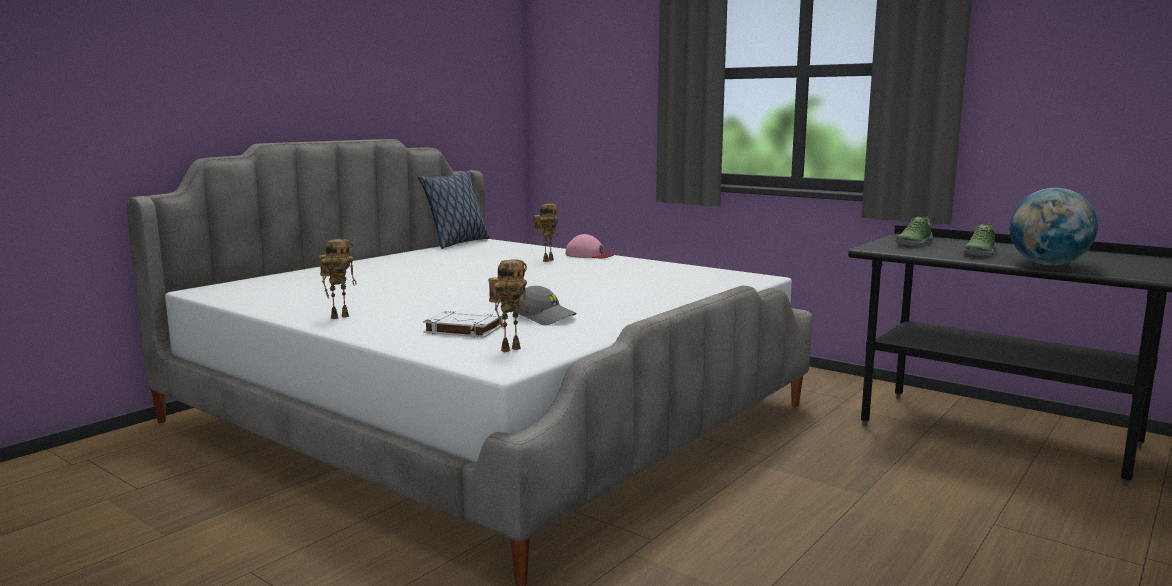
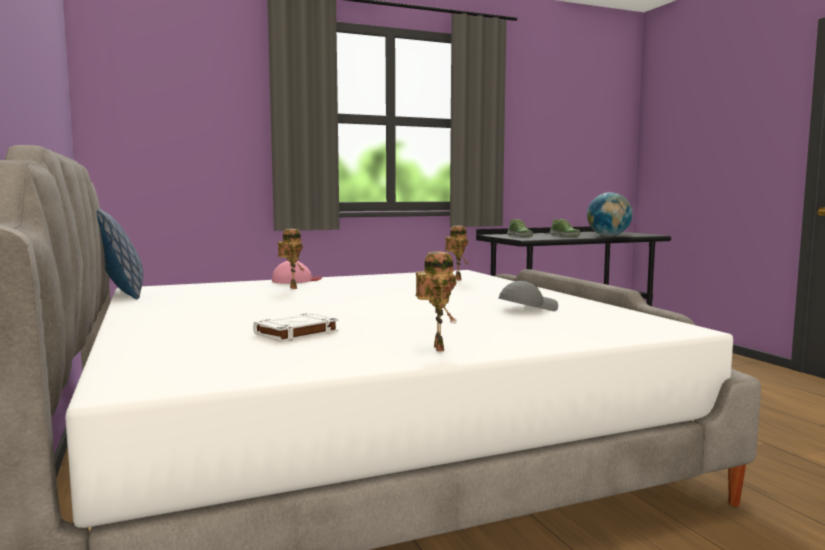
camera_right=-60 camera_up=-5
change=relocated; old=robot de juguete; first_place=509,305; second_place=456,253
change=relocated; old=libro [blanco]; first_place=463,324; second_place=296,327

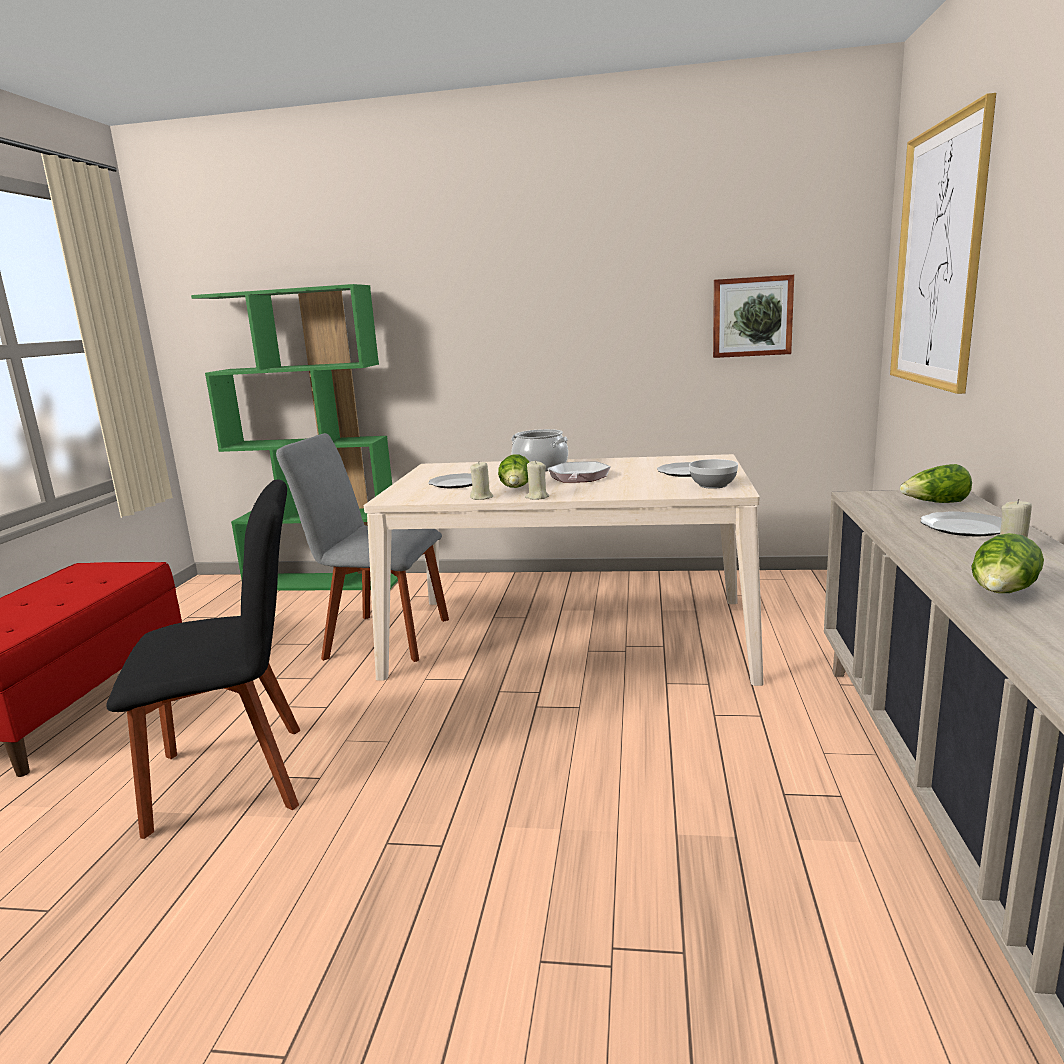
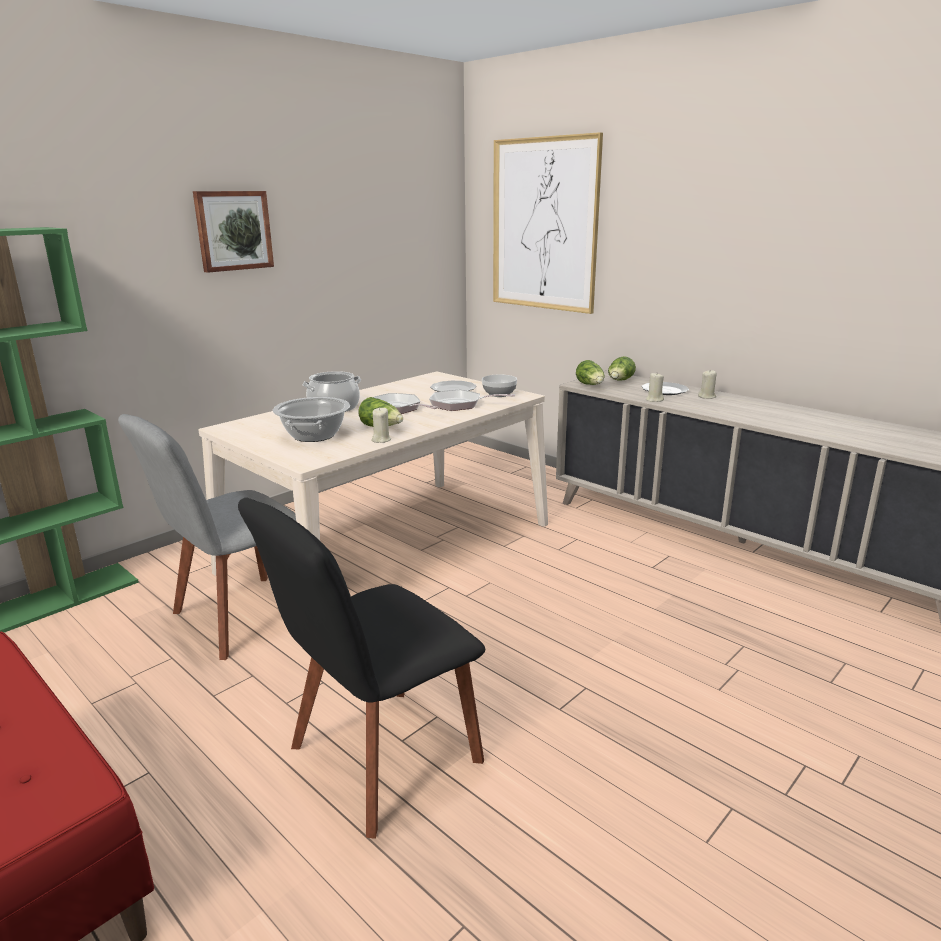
camera_right=-55 camera_up=5
change=relocated; old=cuadro; first_place=753,316; second_place=233,232
change=relocated; old=vela [beis]; first_place=537,480; second_place=655,387
change=exchanged; old=plato; new=olla; first_place=450,480; second_place=311,419
change=spun; old=silla [negro]; first_place=203,659; second_place=361,668; degrees=-150
change=relocated; old=lechuga; first_place=1008,563; second_place=590,372
change=appeared; new=sartén; second_place=472,400

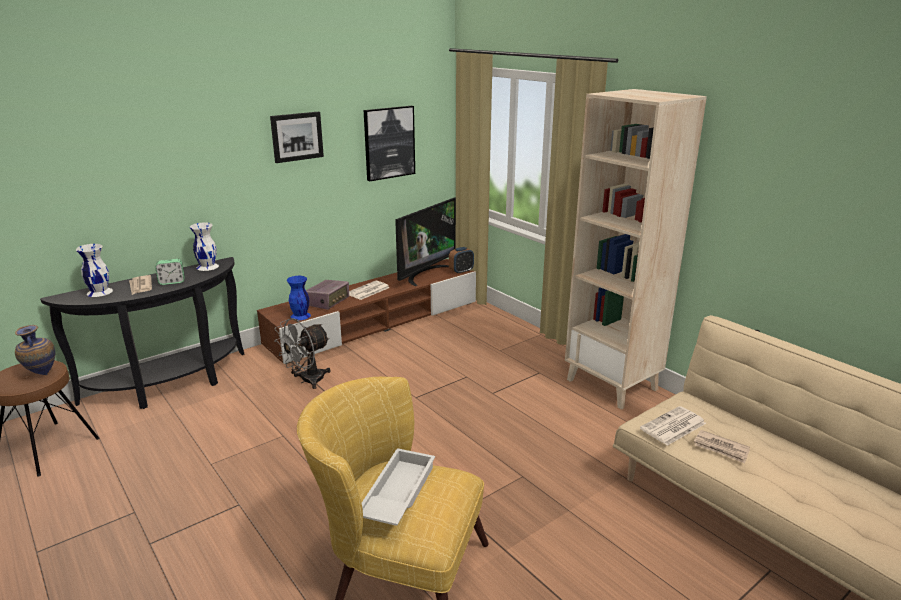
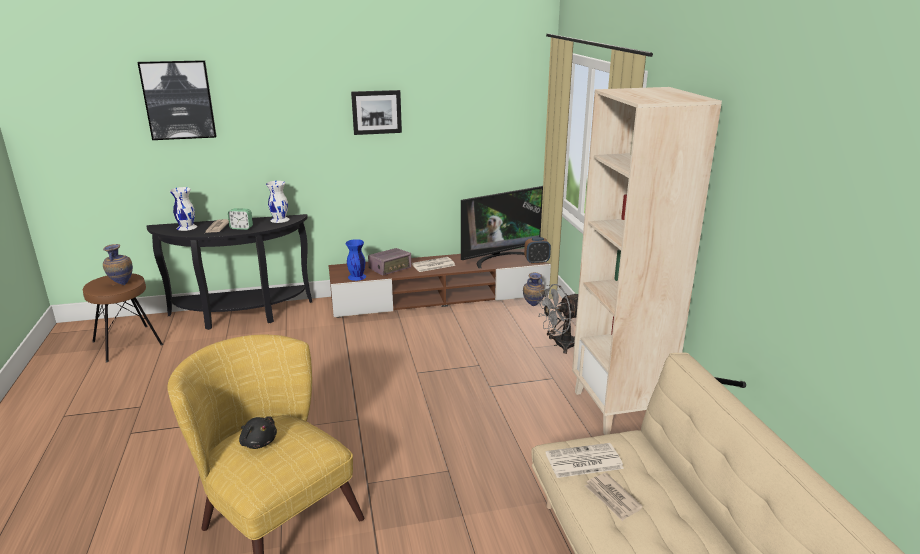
camera_right=25 camera_up=0
change=relocated; old=cuadro; first_place=389,144; second_place=177,100
change=relocated; old=ventilador [gris]; first_place=302,353; second_place=557,319
change=exchanged; old=bandeja [blanco]; new=peluche [negro]; first_place=398,487; second_place=258,432
change=appeared; new=florero; second_place=534,289

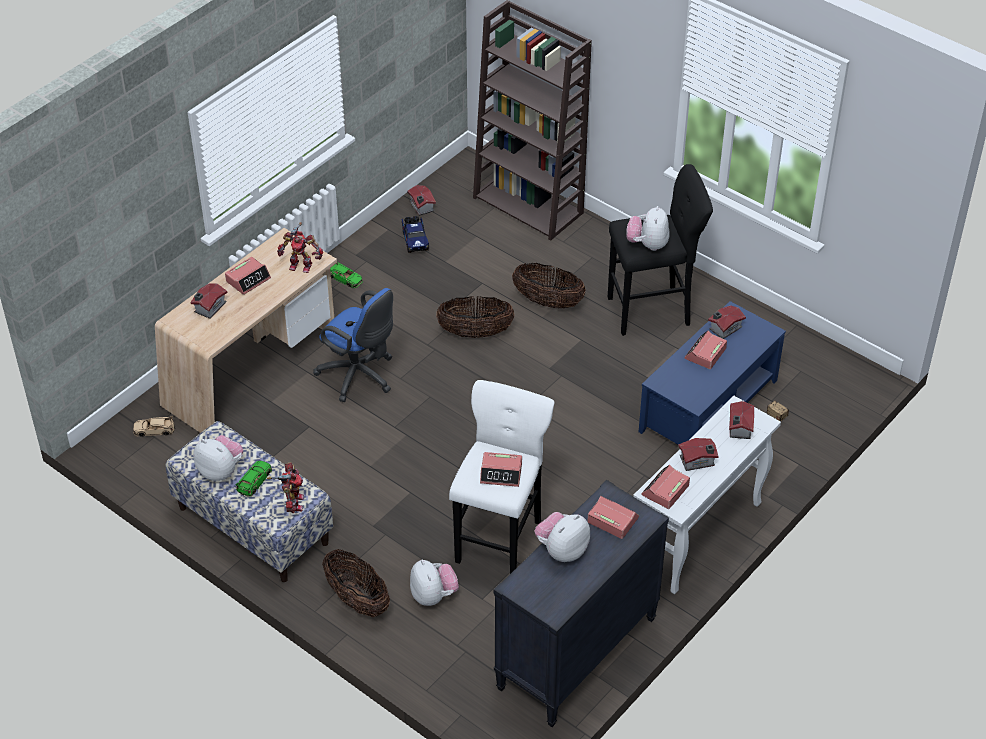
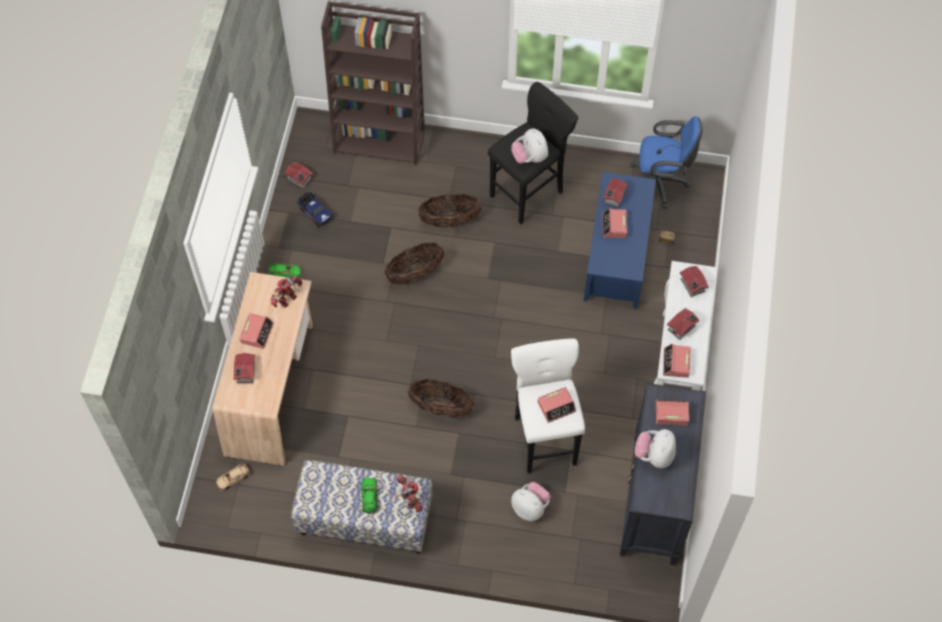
camera_right=-30 camera_up=15
change=spun; old=robot de juguete; first_place=300,247; second_place=286,292; degrees=150
change=relocated; old=silla de oficina [azul]; first_place=353,345; second_place=666,162
change=missing; old=peluche; first_place=218,458
change=relocated; old=cesta; first_place=356,583; second_place=441,398

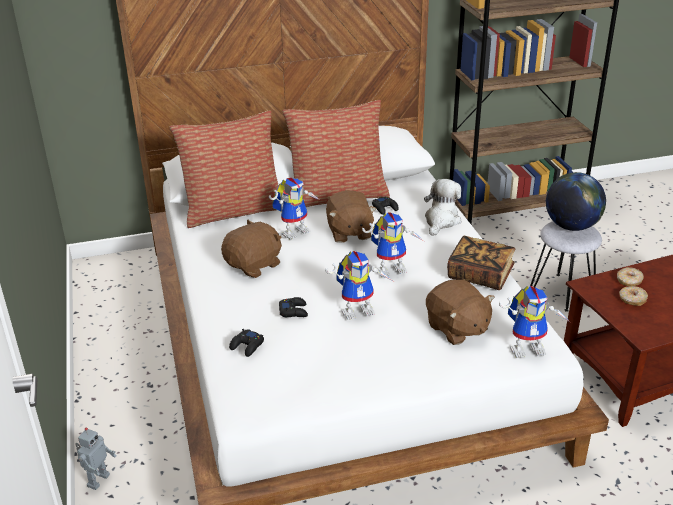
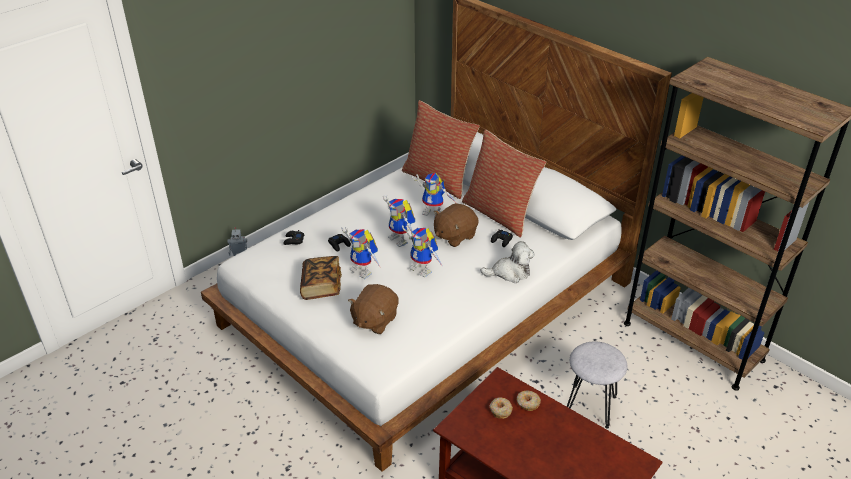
camera_right=60 camera_up=5
change=missing; old=globo terráqueo; first_place=576,201
change=missing; old=peluche [marrón]; first_place=251,248
change=relocated; old=libro; first_place=481,263; second_place=321,278
change=relocated; old=robot de juguete; first_place=534,322; second_place=399,221

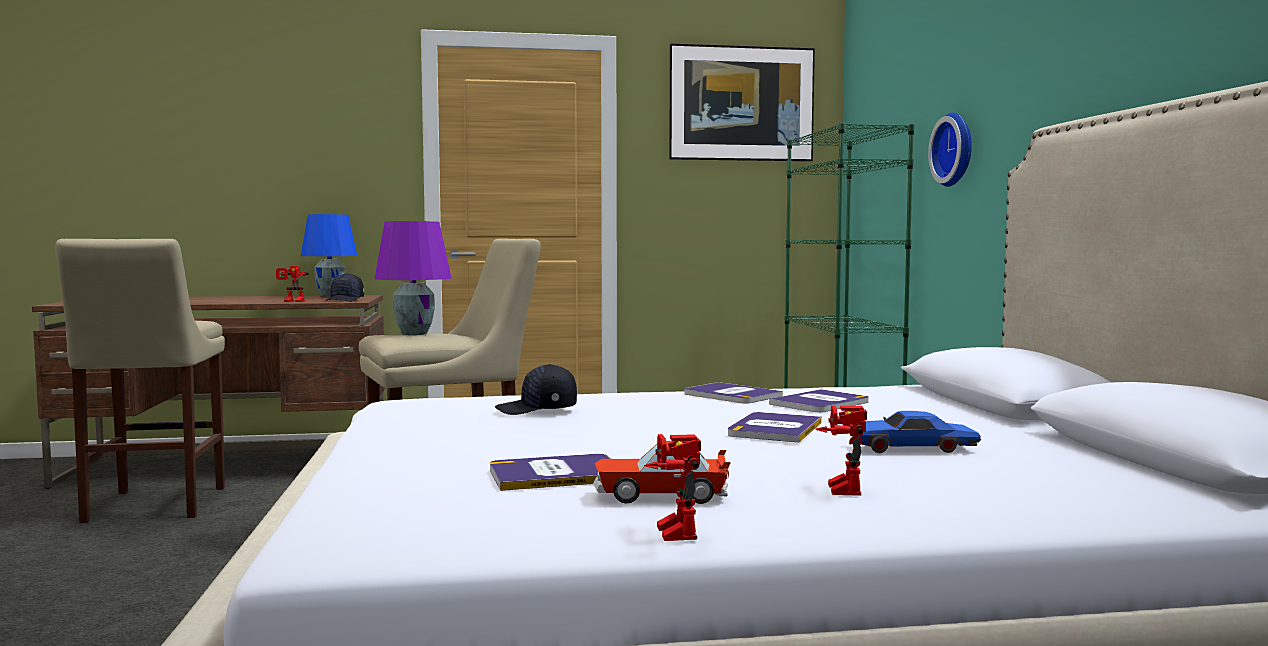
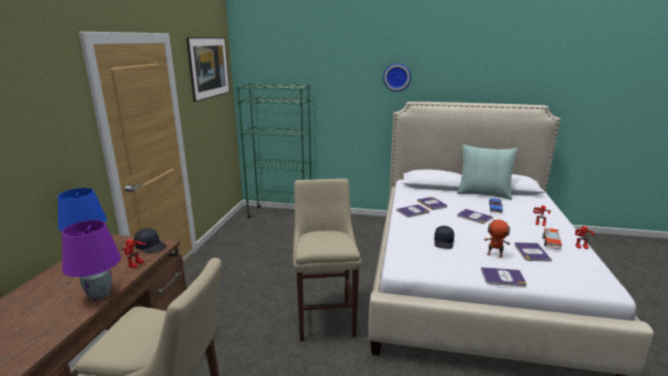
camera_right=-70 camera_up=15
change=relocated; old=reloj de pared; first_place=950,150; second_place=397,77
change=relocated; old=lámpara de mesa [morado]; first_place=413,278; second_place=91,260
change=appeared; new=cojín; second_place=487,172
change=appeared; new=robot de juguete; second_place=497,237
change=appeared; new=libro; second_place=504,277

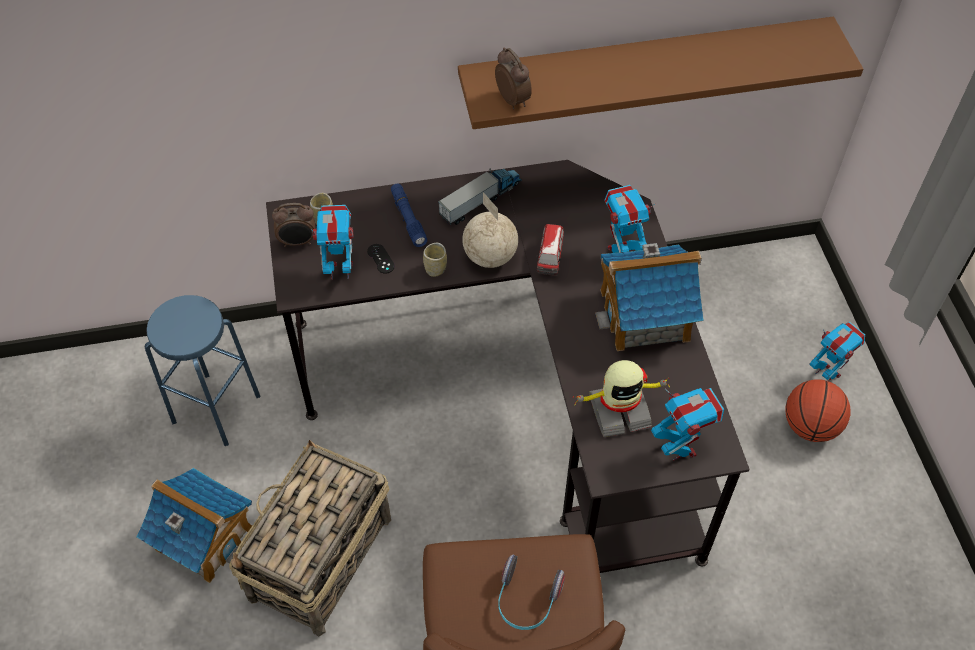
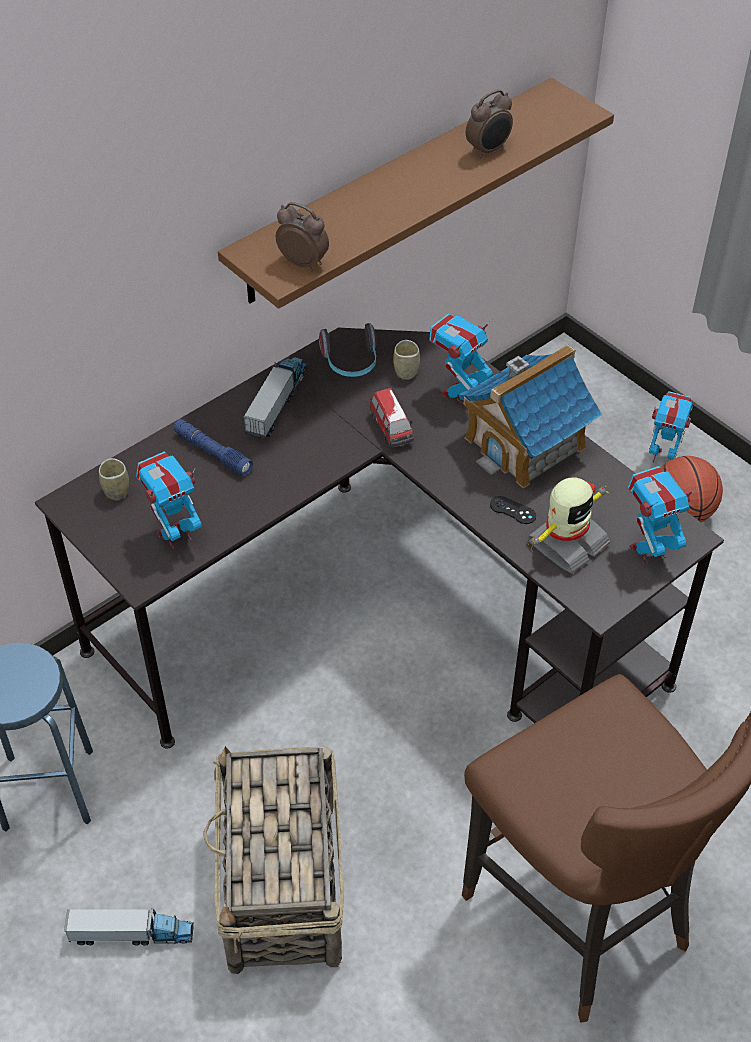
camera_right=-30 camera_up=-5
change=missing; old=globo terráqueo; first_place=490,230
change=relocated; old=despertador; first_place=293,225; second_place=489,123
change=relocated; old=taza; first_place=435,260; second_place=406,360
change=relocated; old=mando de consola [negro]; first_place=381,259; second_place=513,510
change=spun; old=robot de juguete; first_place=687,424; second_place=663,515; degrees=-60
change=exchanged; old=casita; new=camión de juguete; first_place=194,525; second_place=129,926
change=relocated; old=auriculares; first_place=531,592; second_place=348,350

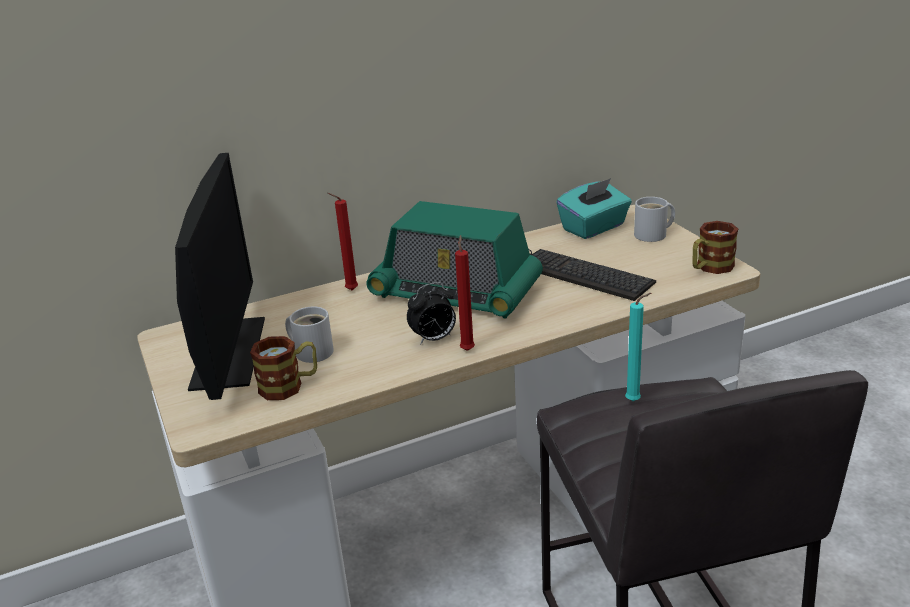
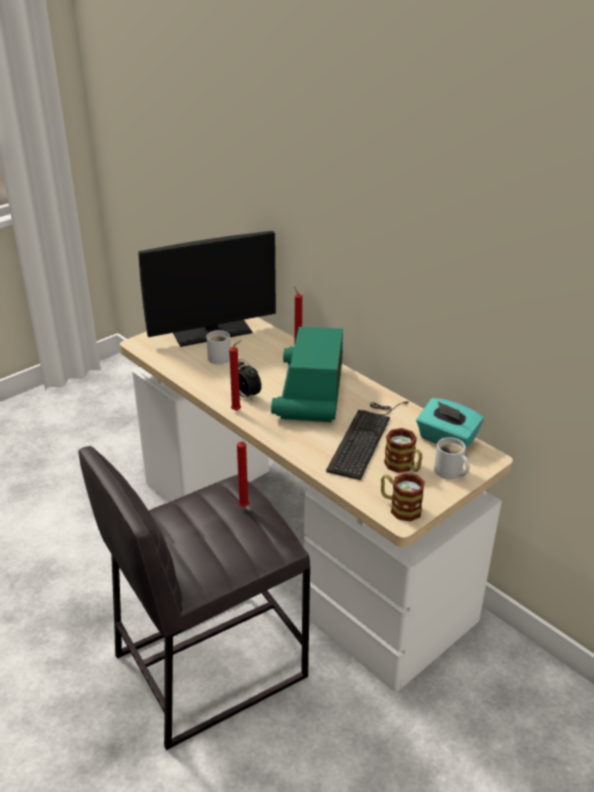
camera_right=70 camera_up=5
change=colour; old=vela [turquesa]; new=vela [rojo]; first_place=638,347; second_place=243,474
change=relocated; old=taza grande; first_place=283,368; second_place=403,450

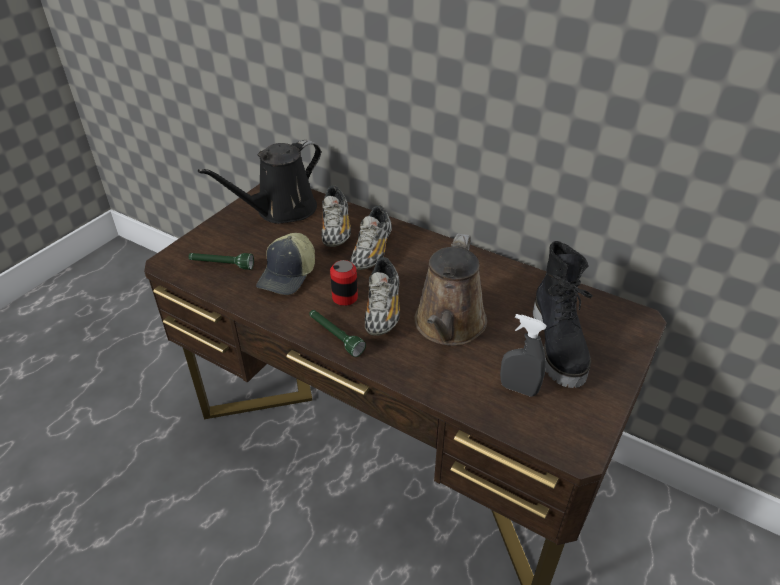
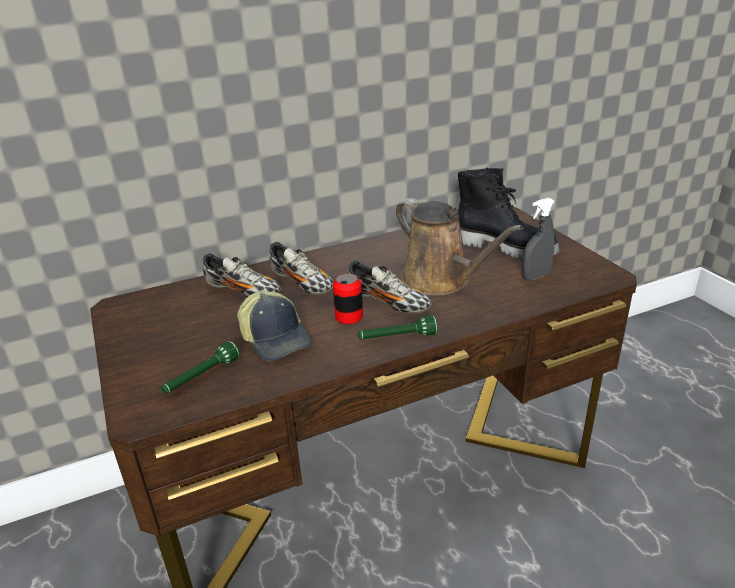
camera_right=-55 camera_up=-10
change=missing; old=regadera [negro]; first_place=259,182

